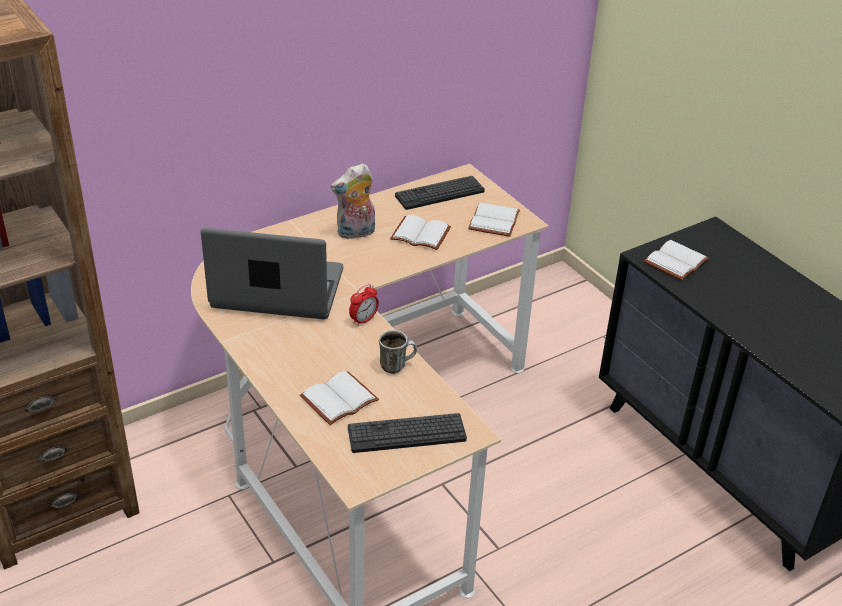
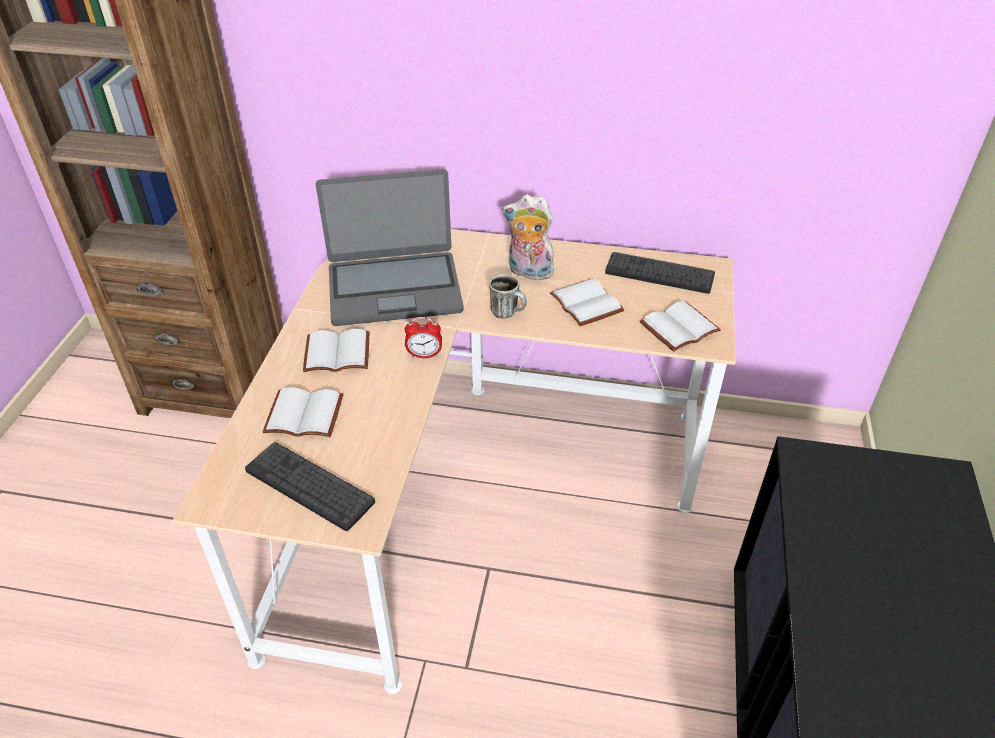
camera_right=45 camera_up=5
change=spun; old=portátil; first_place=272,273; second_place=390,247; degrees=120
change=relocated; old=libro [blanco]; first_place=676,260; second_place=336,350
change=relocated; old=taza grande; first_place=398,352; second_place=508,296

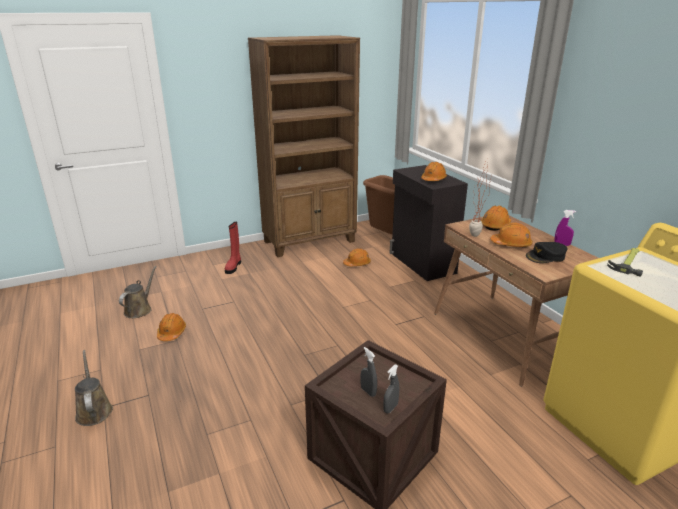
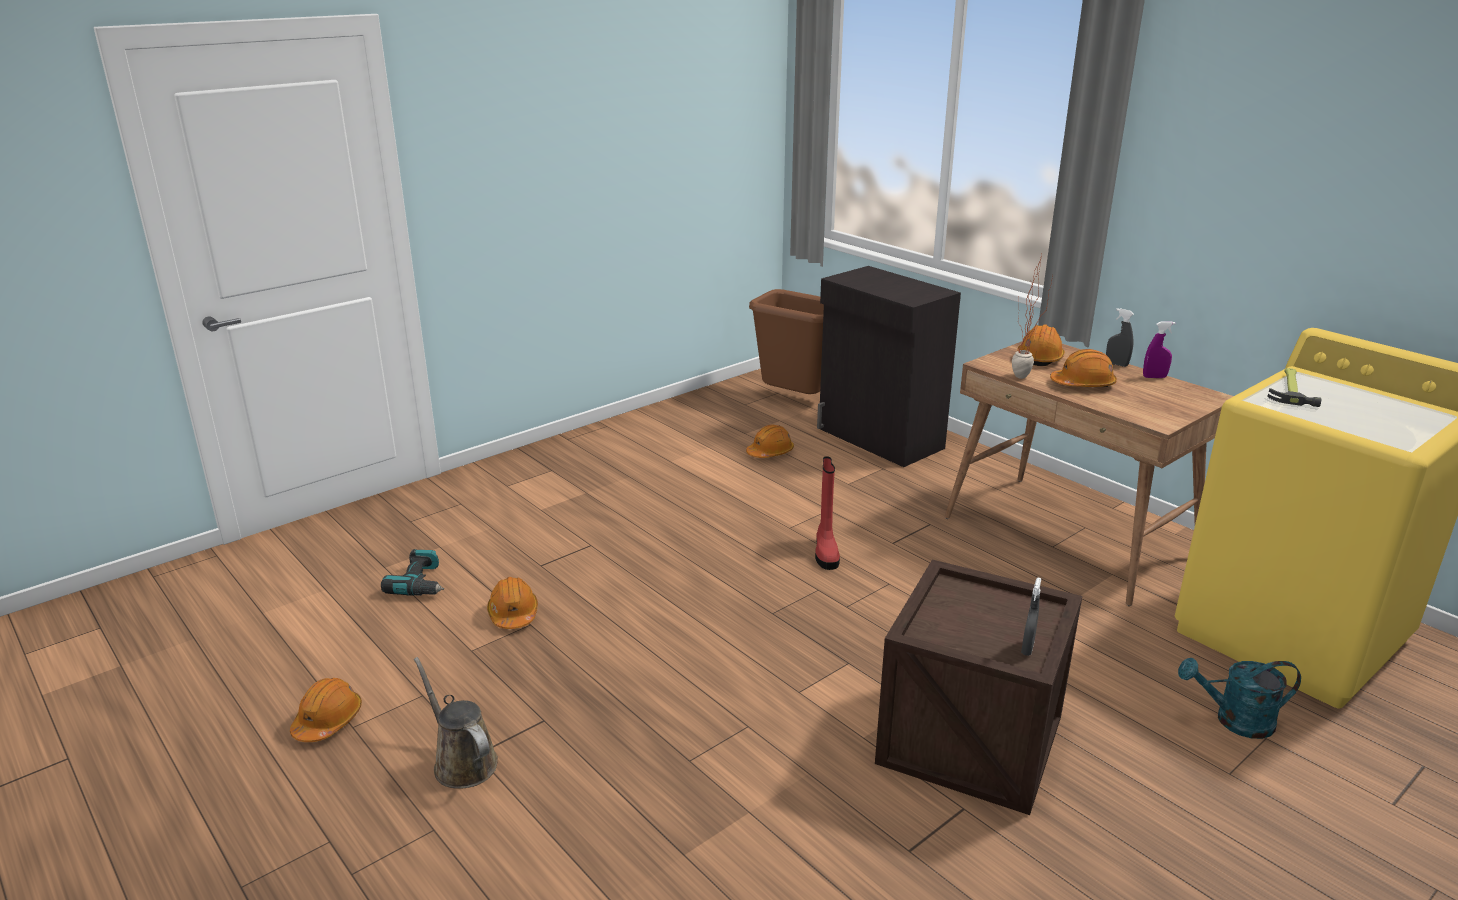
camera_right=-15 camera_up=0
change=missing; old=estantería [marrón]; first_place=304,146
change=relocated; old=casco [naranja]; first_place=434,171; second_place=326,710
change=relocated; old=bota [rojo]; first_place=233,248; second_place=827,513
change=missing; old=gorra [negro]; first_place=547,252
change=exchanged; old=regadera [marrón]; new=taladro; first_place=138,292; second_place=412,572
change=relocated; old=pulverizador [gris]; first_place=369,372; second_place=1120,337
change=appeared; new=regadera [turquesa]; second_place=1239,698

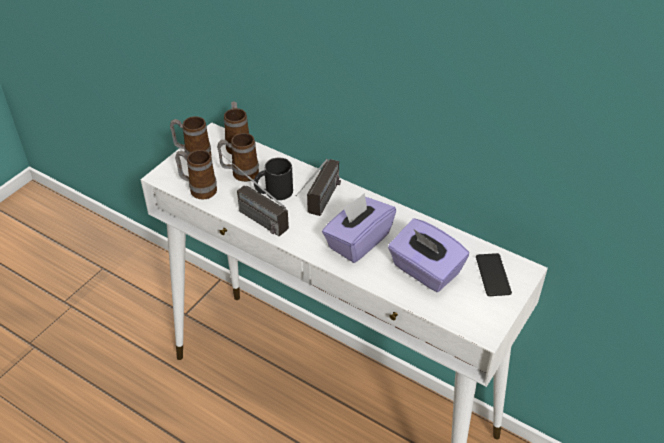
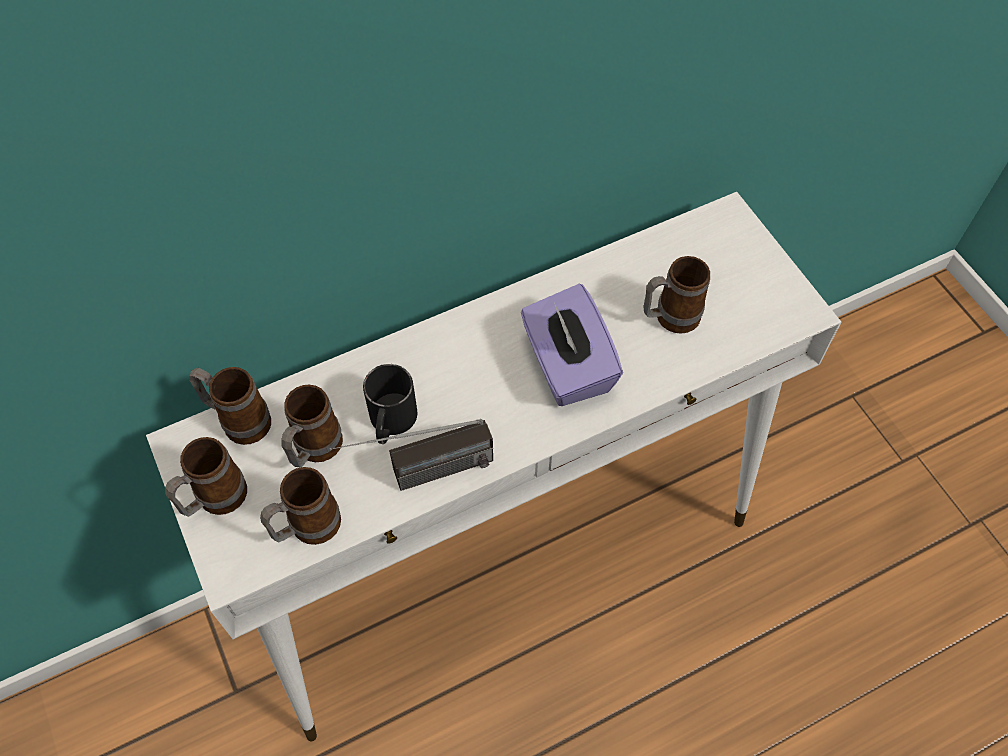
camera_right=-60 camera_up=15
change=missing; old=radio; first_place=318,187
change=exchanged; old=caja de pañuelos [morado]; new=taza grande; first_place=428,255; second_place=677,295
change=missing; old=móvil; first_place=494,274

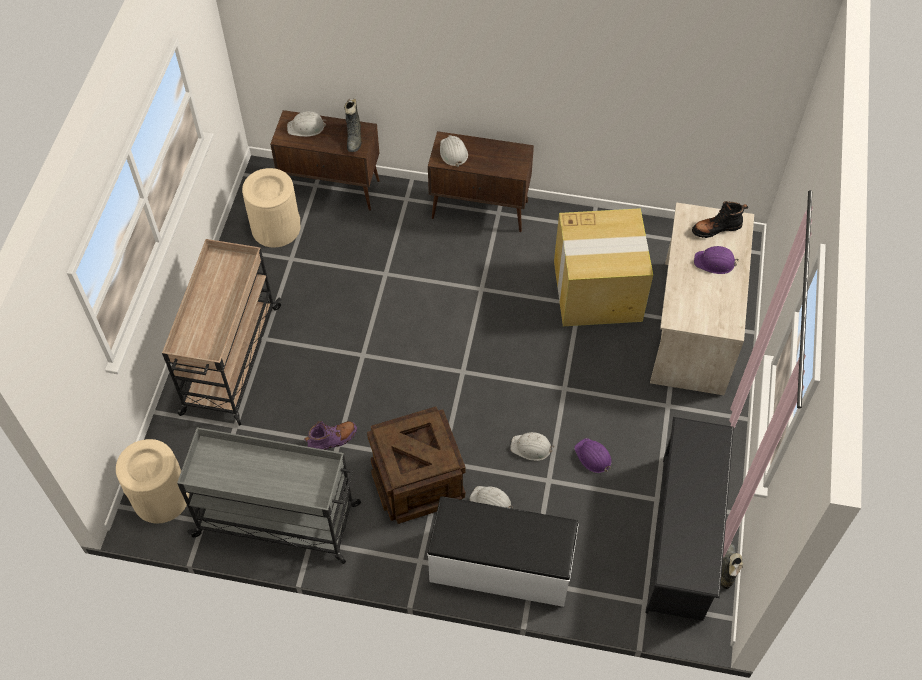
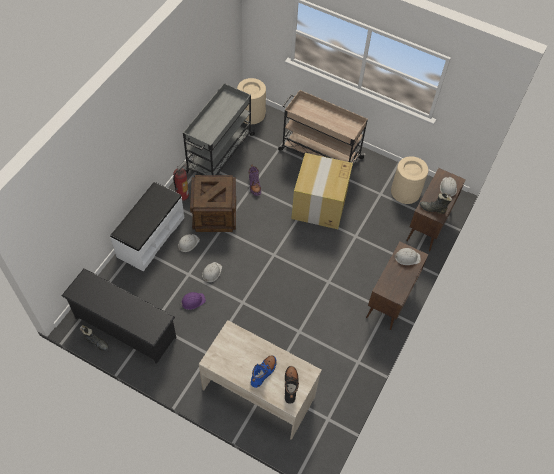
camera_right=105 camera_up=0
change=relocated; old=caja de cartón; first_place=603,267; second_place=322,191
change=exchanged; old=casco [morado]; new=bota [azul]; first_place=716,260; second_place=264,371
change=appeared; new=extintor; second_place=181,181

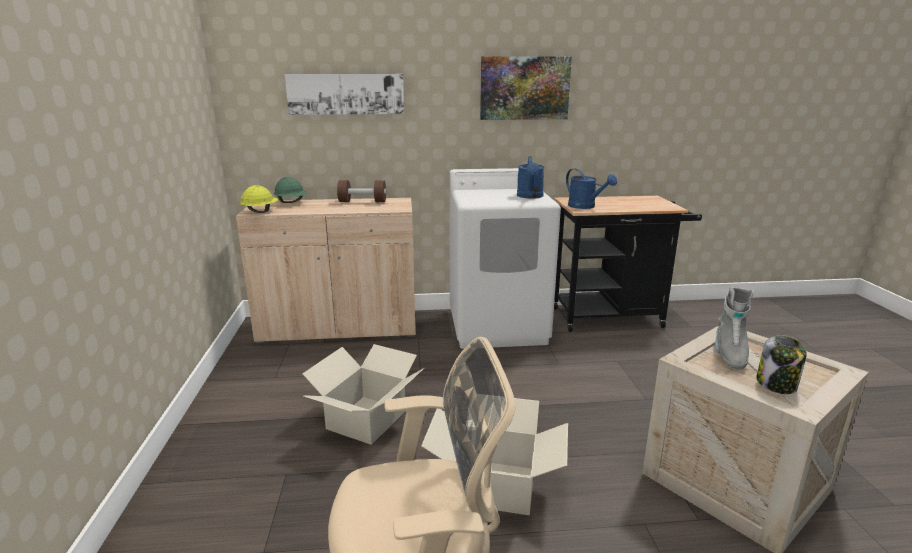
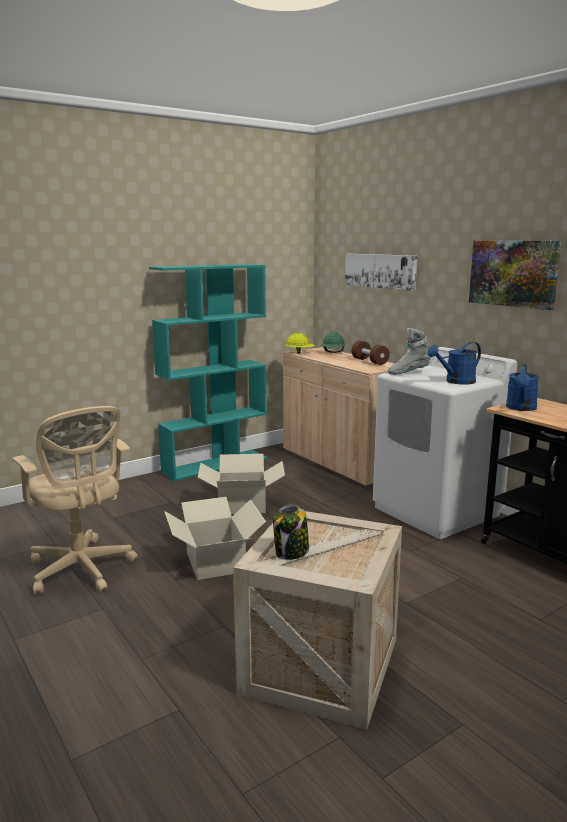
camera_right=60 camera_up=-5
change=relocated; old=bota [gris]; first_place=734,328; second_place=409,351
change=appeared; new=estantería [turquesa]; second_place=208,372

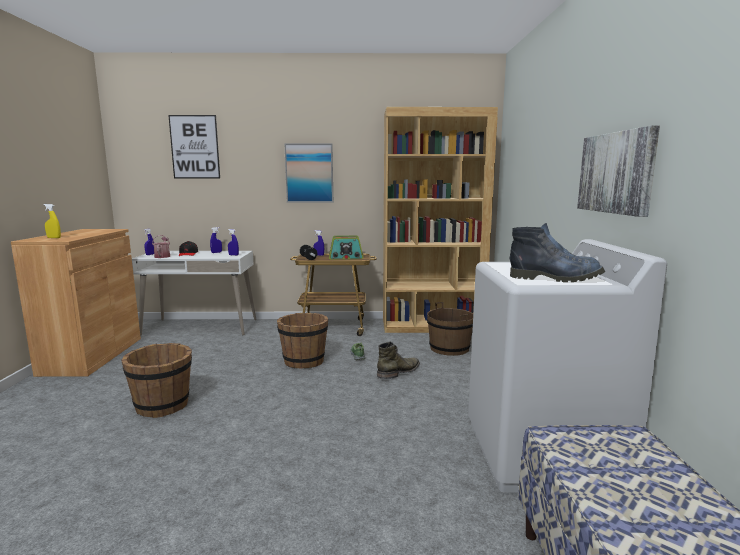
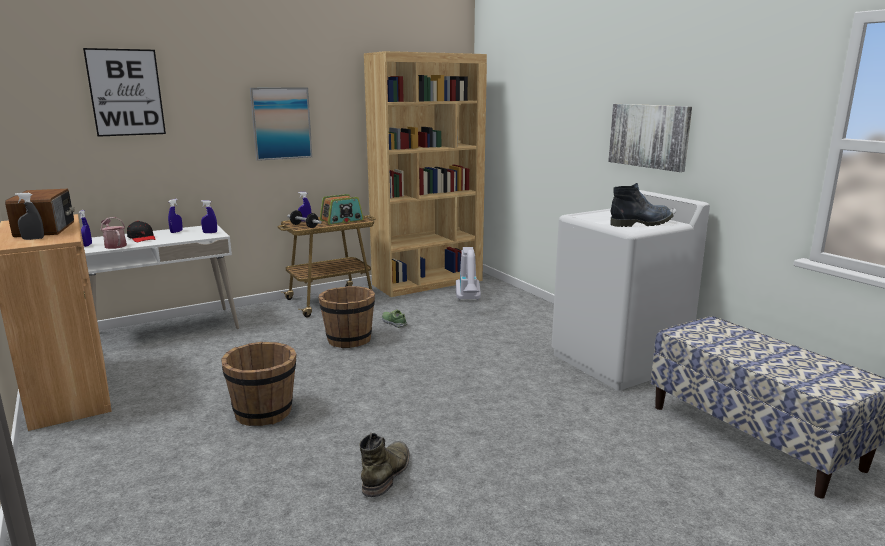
camera_right=-30 camera_up=5
change=colour; old=pulverizador [amarillo]; new=pulverizador [gris]; first_place=52,221; second_place=29,216
change=exchanged; old=cubo [marrón]; new=aspiradora; first_place=450,329; second_place=468,273
change=relocated; old=bota [verde]; first_place=398,360; second_place=384,465
change=appeared; new=radio; second_place=40,213

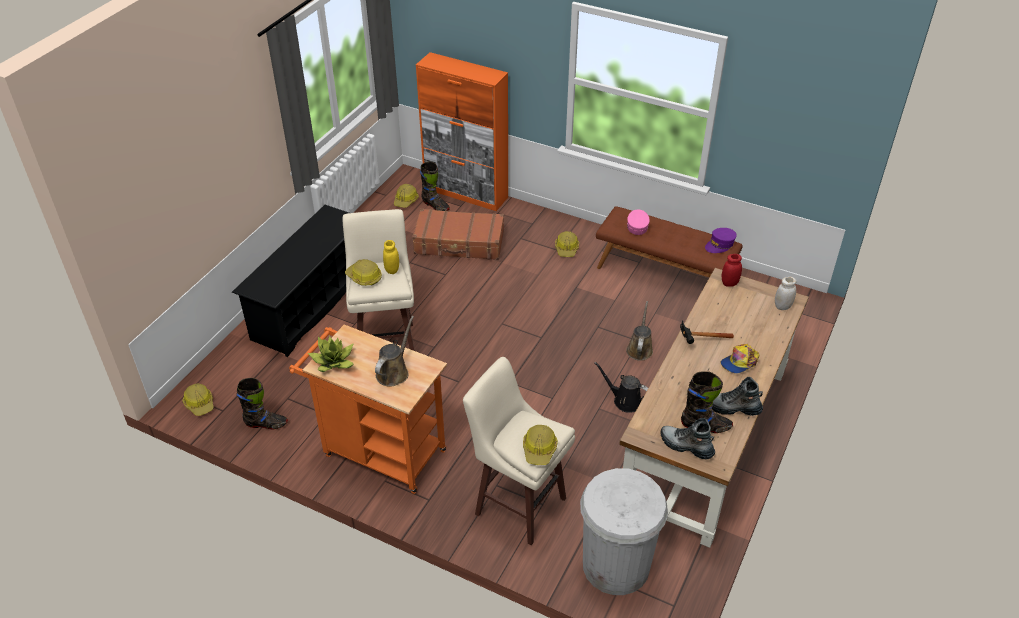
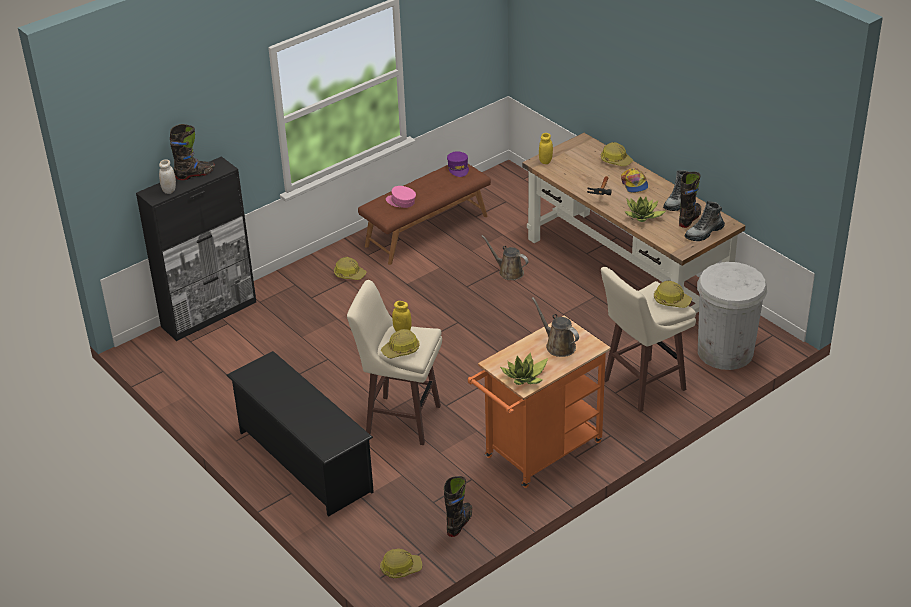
camera_right=-65 camera_up=-5
change=colour; old=armario [naranja]; new=armario [negro]; first_place=462,131; second_place=196,248
change=relocated; old=bota [negro]; first_place=435,186; second_place=192,152
change=relocated; old=casco; first_place=406,196; second_place=617,154
change=missing; old=maleta [marrón]; first_place=458,234
change=colour; old=tarro [rojo]; new=tarro [amarillo]; first_place=732,270; second_place=546,148
change=relocated; old=tarro [blanco]; first_place=785,293; second_place=167,176
change=missing; old=regadera [negro]; first_place=621,387
change=appeared; new=planta en maceta; second_place=645,209

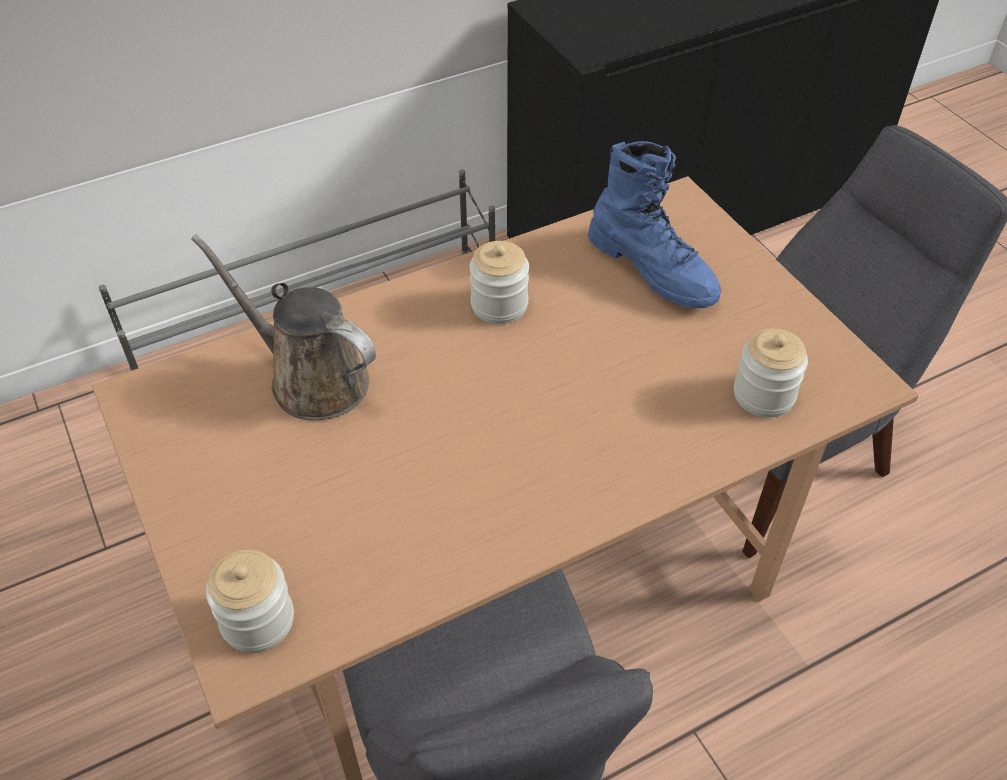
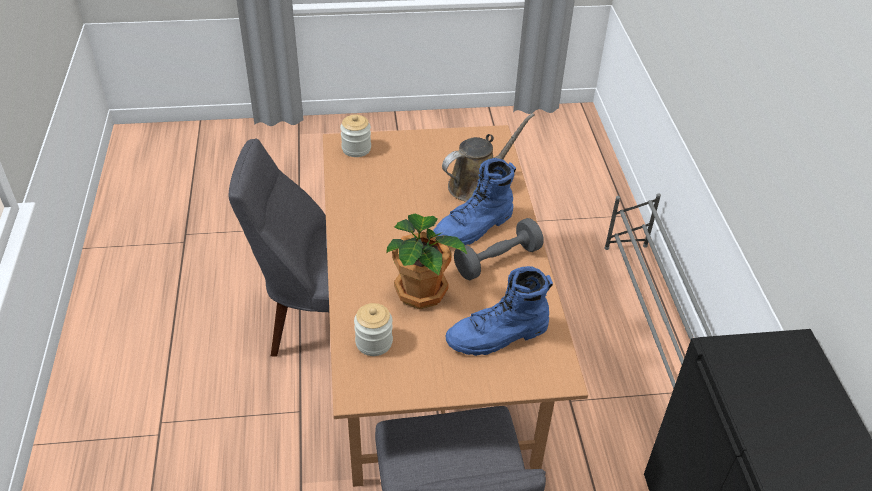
camera_right=110 camera_up=-5
change=exchanged; old=tarro; new=mancuerna [gris]; first_place=499,282; second_place=499,249
change=appeared; new=bota [azul]; second_place=474,201
change=appeared; new=planta en maceta; second_place=426,261

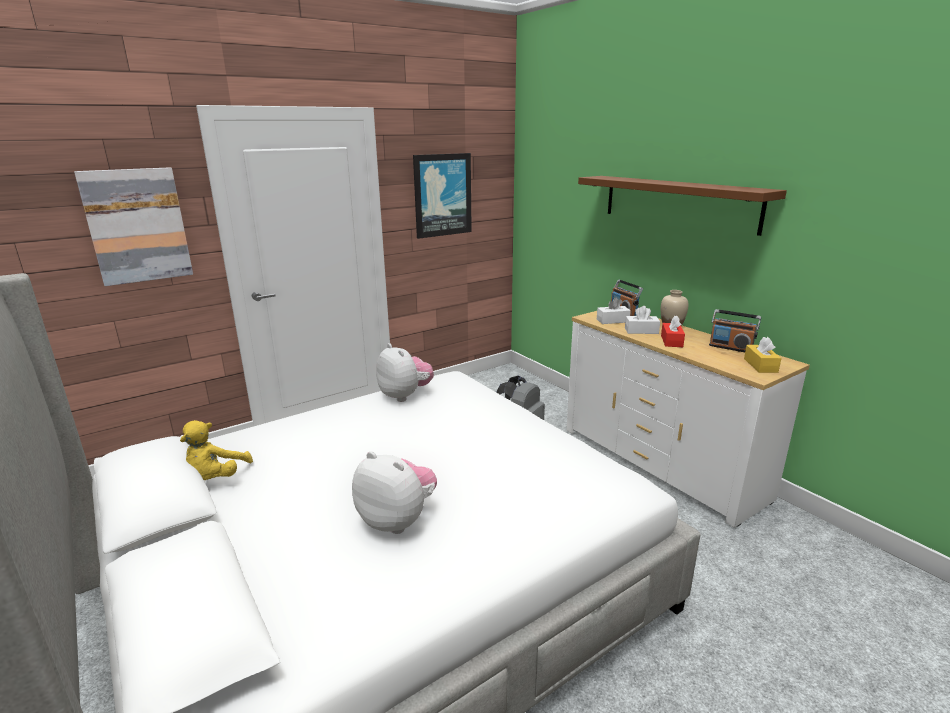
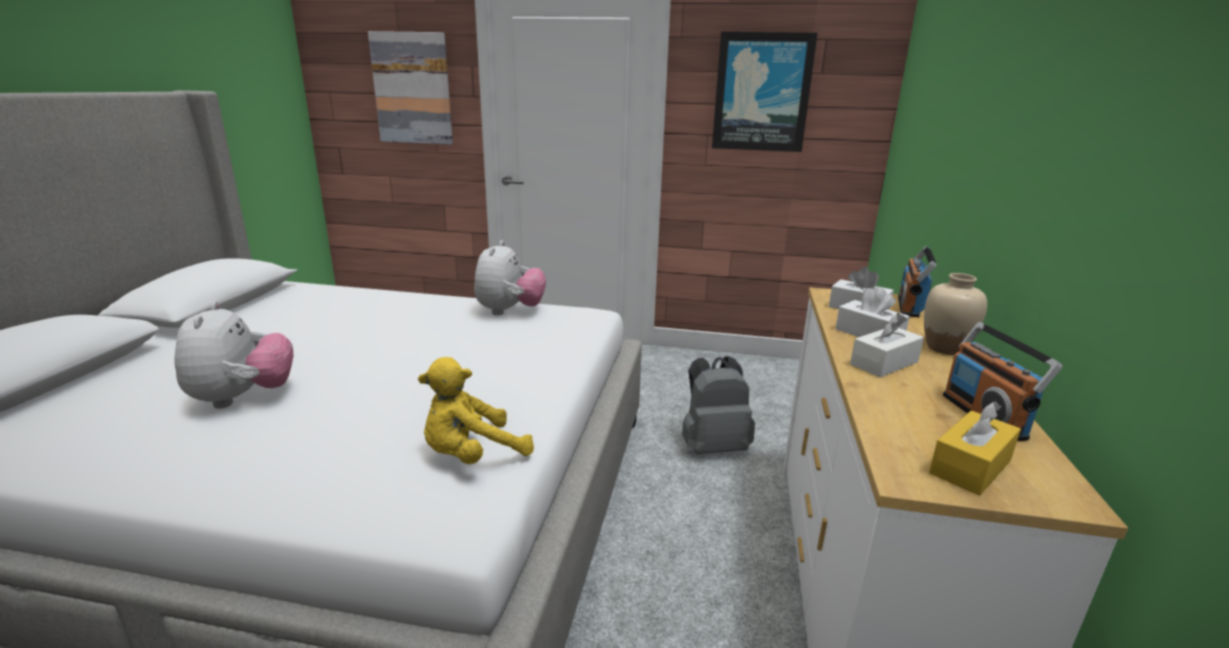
camera_right=45 camera_up=0
change=missing; old=estante [marrón]; first_place=682,206
change=colour; old=caja de pañuelos [rojo]; new=caja de pañuelos [blanco]; first_place=673,331; second_place=887,344
change=relocated; old=peluche [amarillo]; first_place=216,450; second_place=476,410

